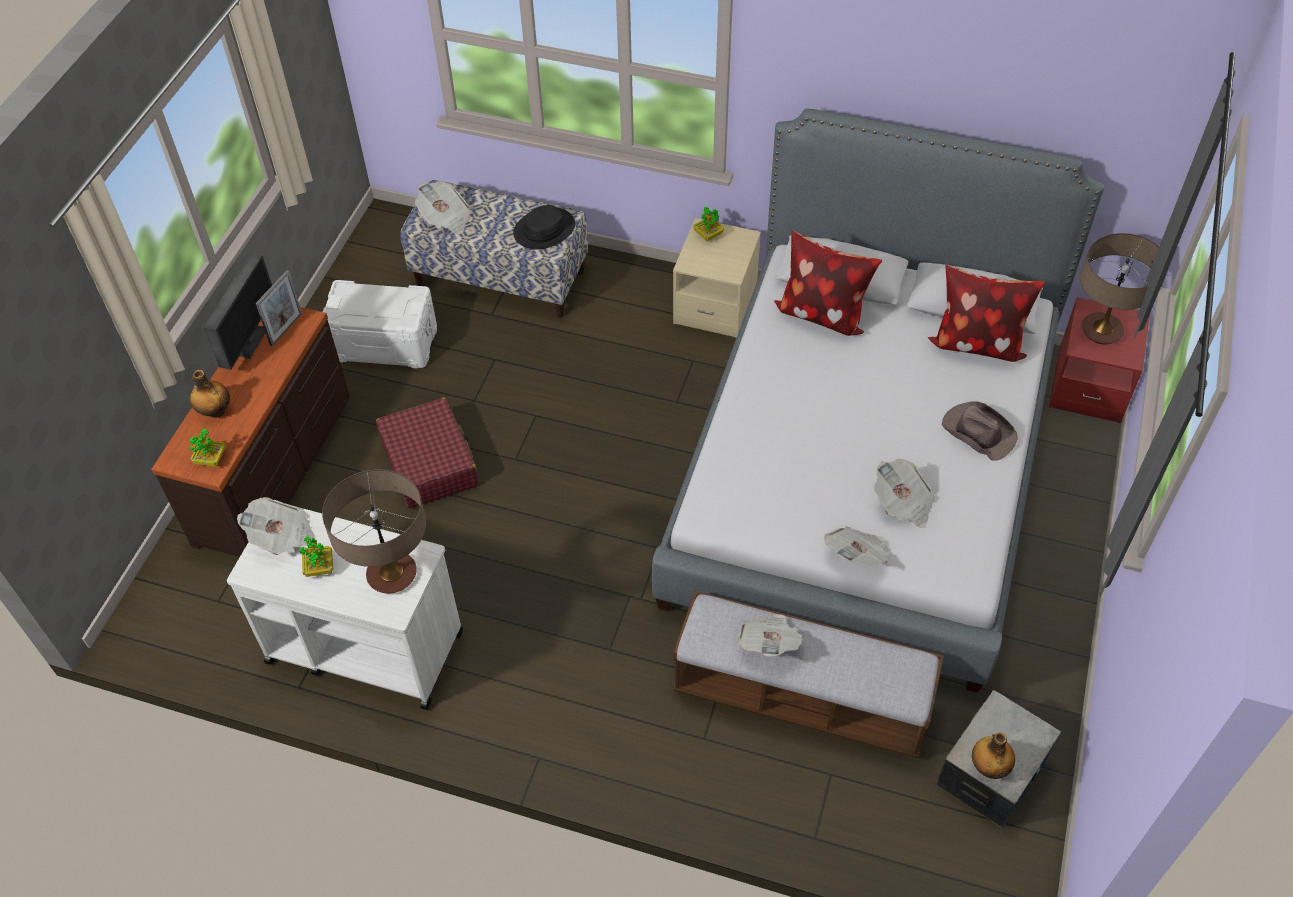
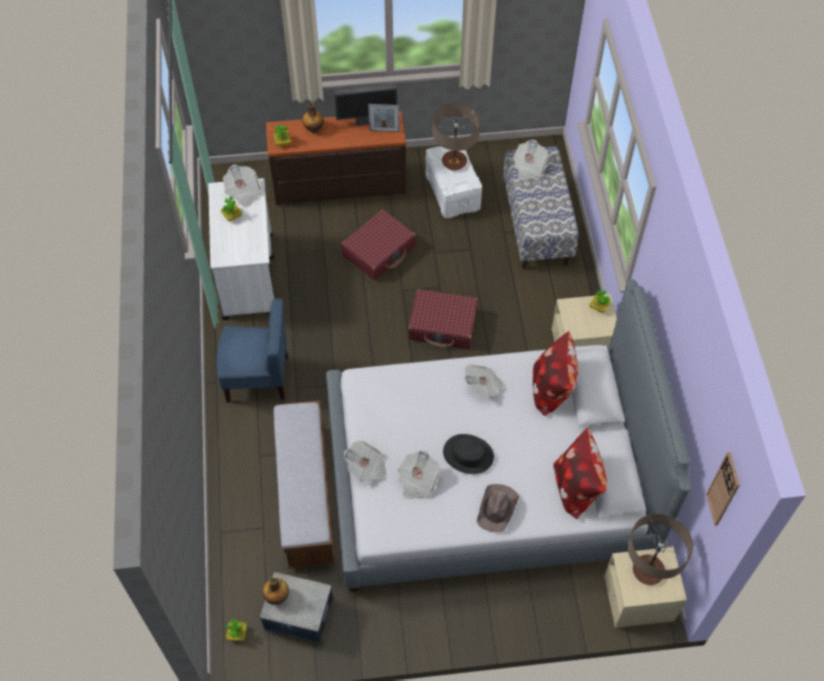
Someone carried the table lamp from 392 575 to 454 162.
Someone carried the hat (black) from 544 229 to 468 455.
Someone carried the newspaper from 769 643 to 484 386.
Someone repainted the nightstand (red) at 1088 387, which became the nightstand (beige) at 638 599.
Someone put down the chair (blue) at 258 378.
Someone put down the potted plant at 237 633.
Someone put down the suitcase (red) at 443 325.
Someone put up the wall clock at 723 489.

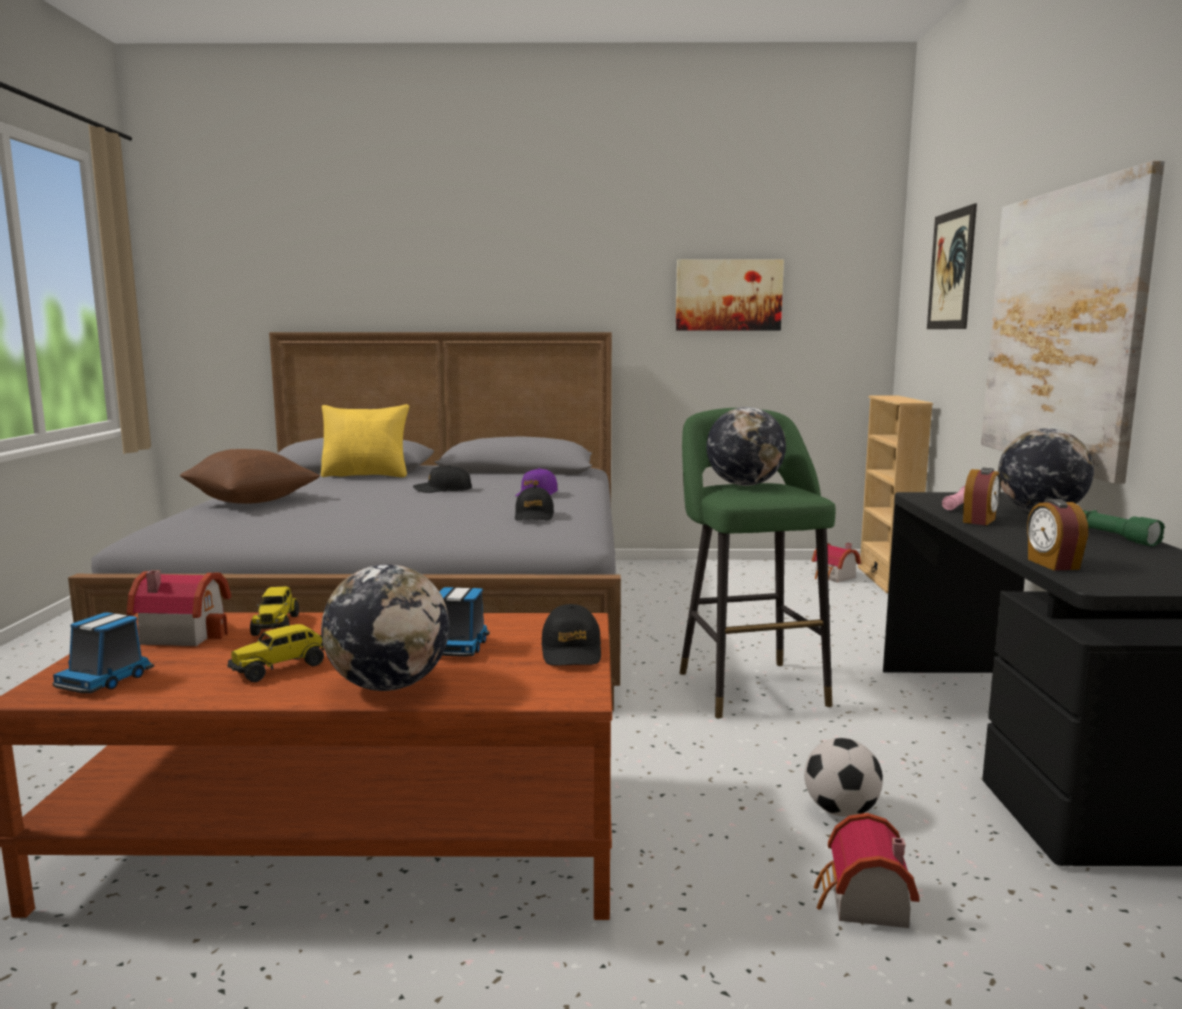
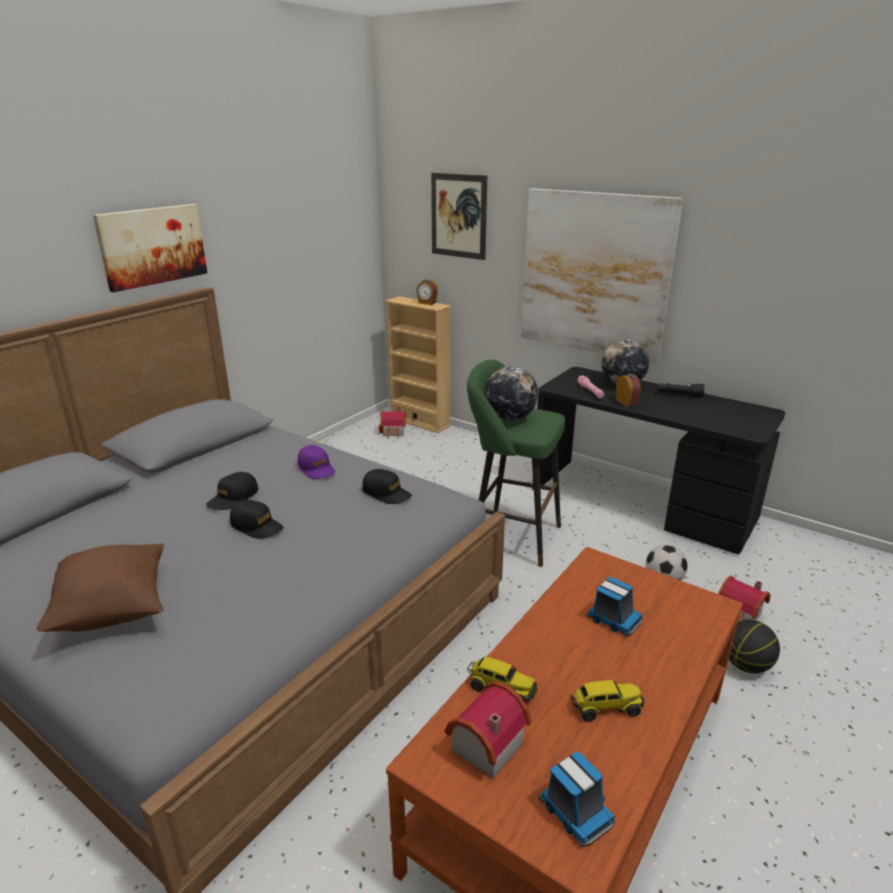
Someone rotated the toy truck at 280 668 by 90 degrees counterclockwise.
Someone took away the pillow (yellow) at 366 475.
Someone took away the globe at 389 685.
Someone carried the cap (black) from 571 651 to 257 526.
Someone carried the picture from 728 295 to 152 246.
Someone carried the alarm clock from 1052 564 to 427 303.
Someone repainted the flashlight (green) at 1110 536, which became the flashlight (black) at 679 395.
Someone put down the basketball at 746 665.

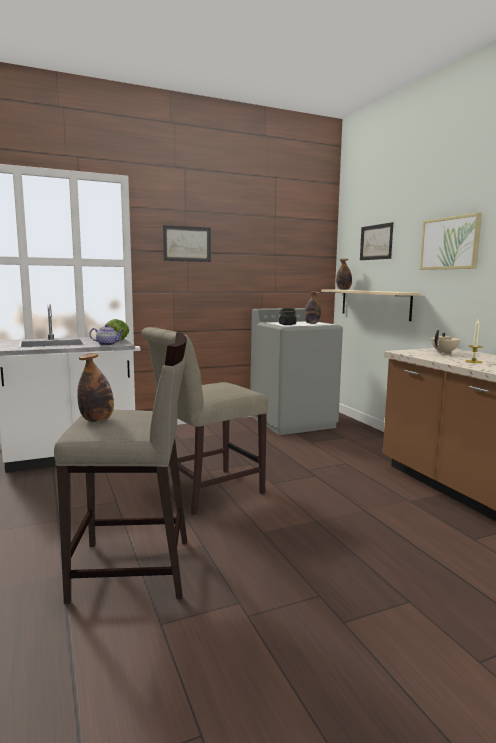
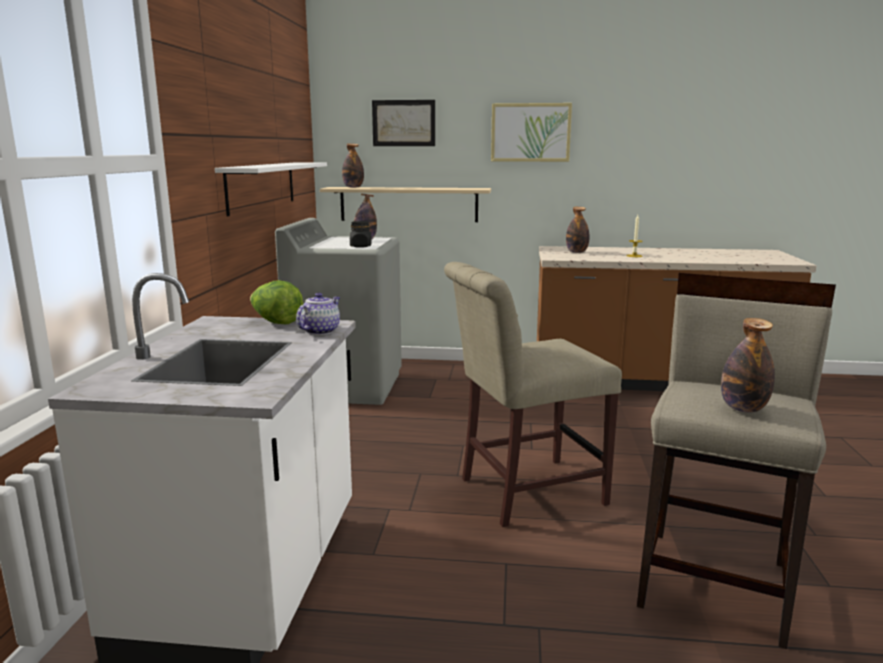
Someone rotated the chair (beige) at 205 491 by 75 degrees clockwise.
Someone took away the picture at 187 244.
Someone swapped the teapot (beige) at 444 353 for the bottle at 576 252.
Someone put up the shelf (white) at 262 186.

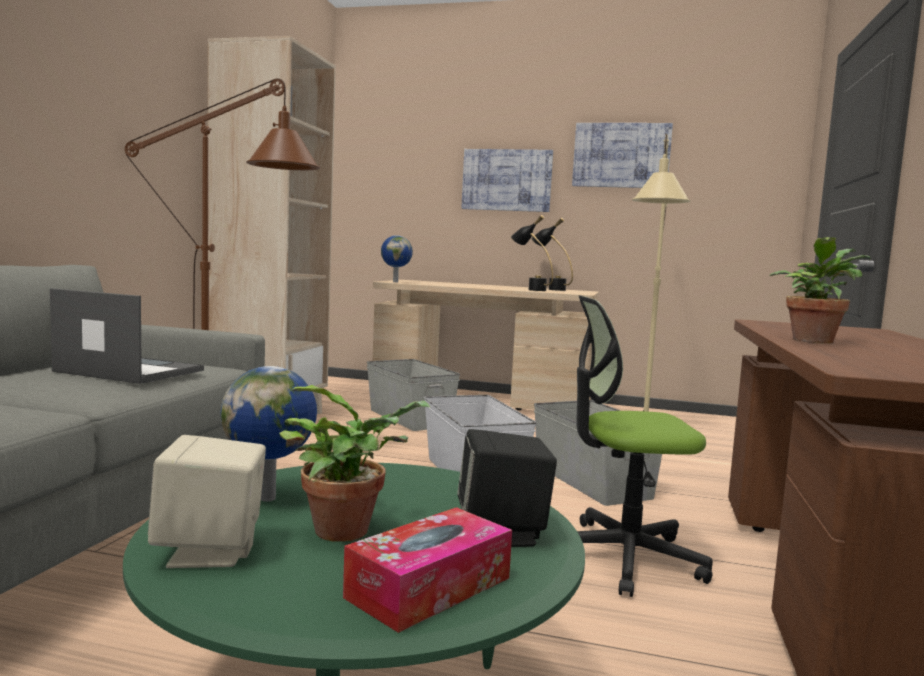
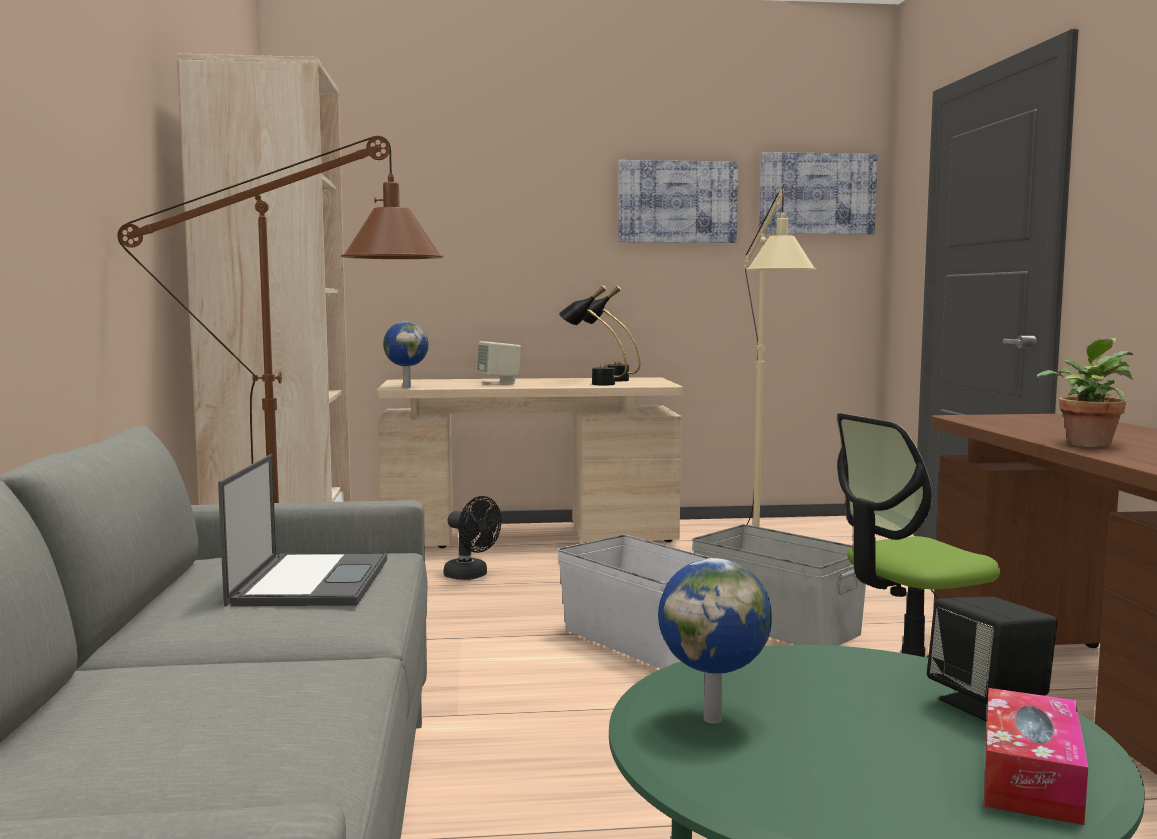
Someone rotated the laptop at 128 371 by 90 degrees clockwise.
Someone carried the speaker (beige) from 210 551 to 499 383.
Someone took away the potted plant at 349 530.
Someone swapped the storage box (grey) at 410 417 for the fan (black) at 471 576.
Someone carried the picture from 506 180 to 817 194.

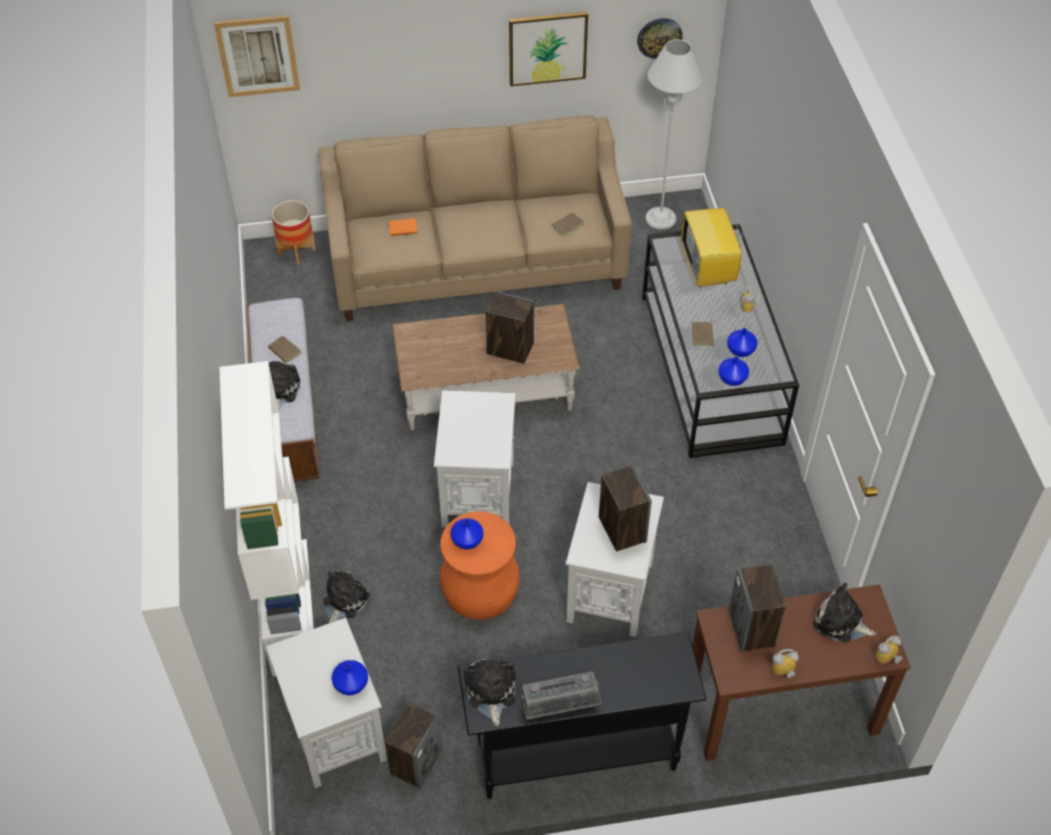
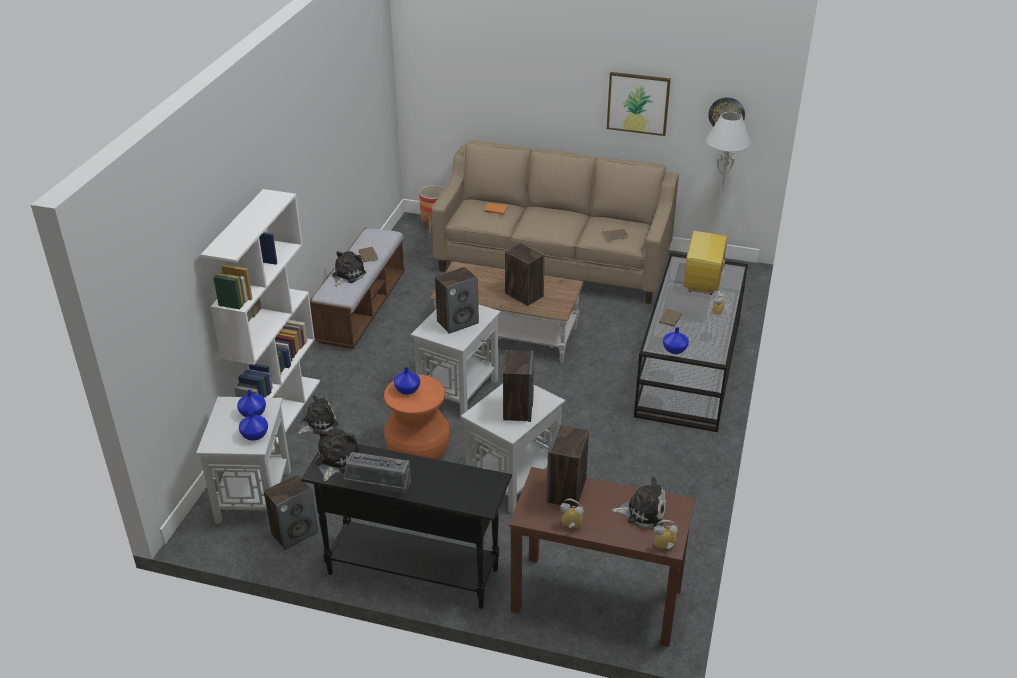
Someone took away the picture at 258 56.
Someone carried the vase (blue) from 740 350 to 252 413.
Someone rotated the plush toy at 840 622 by 135 degrees clockwise.
Someone put down the speaker at 457 322.

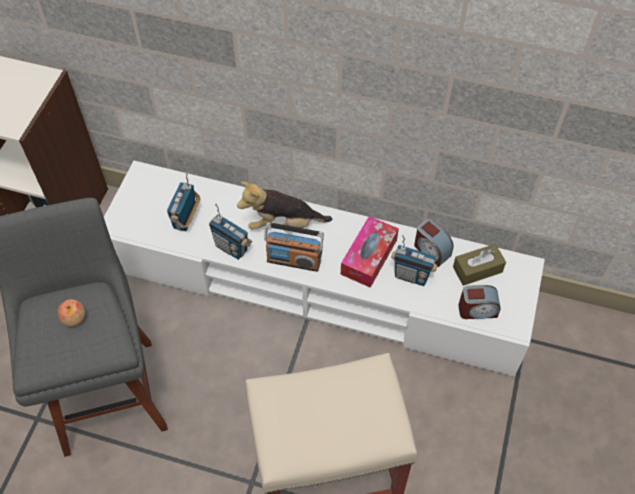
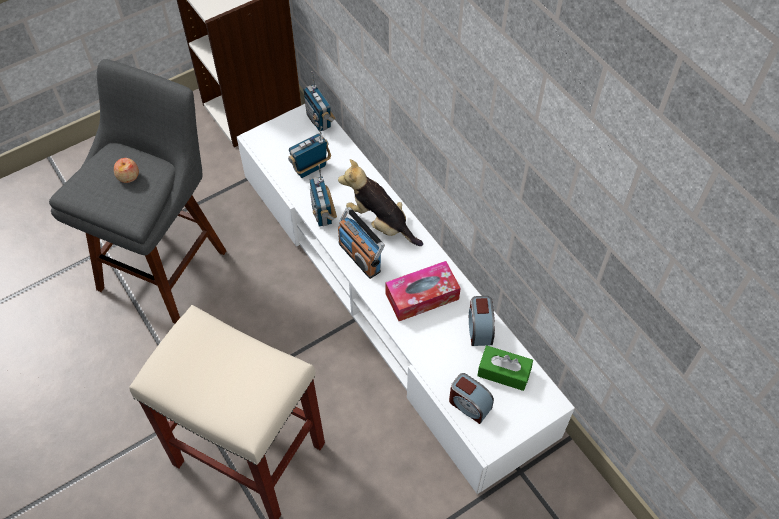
Someone carried the radio from 411 276 to 319 121.
Someone repainted the tissue box (brown) at 477 269, which became the tissue box (green) at 503 372.

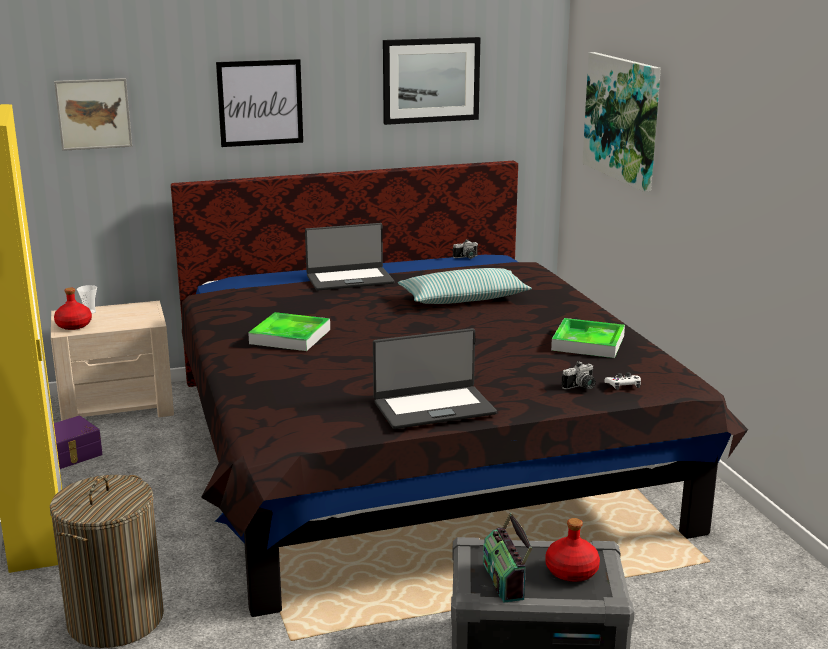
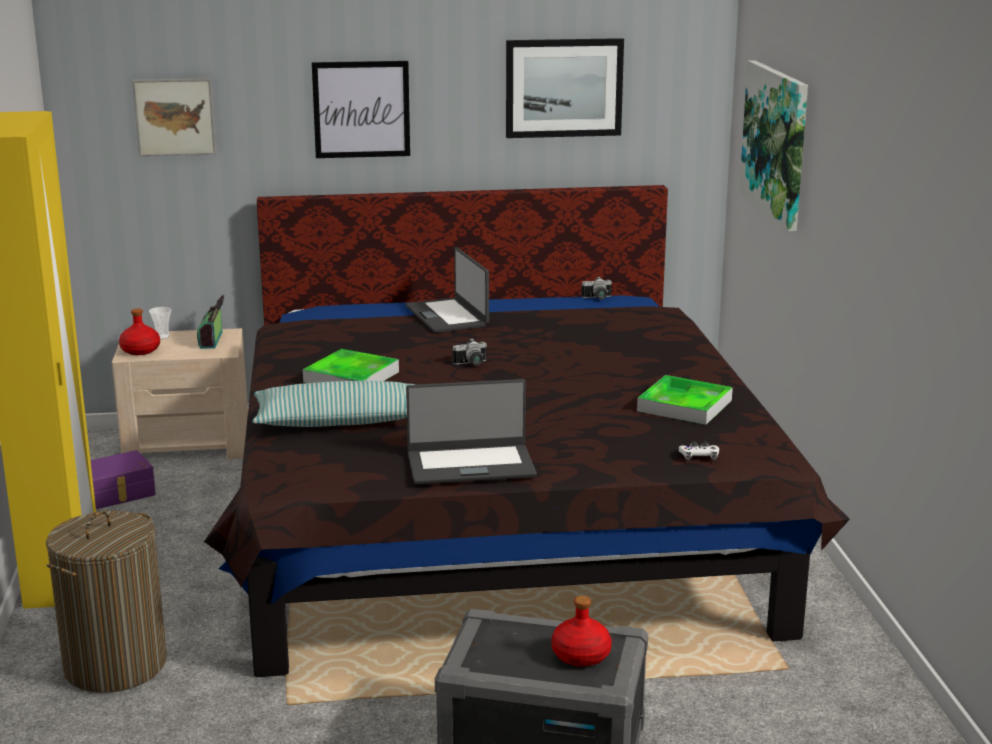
Someone rotated the laptop at 349 279 by 75 degrees clockwise.
Someone carried the pillow from 464 299 to 337 421.
Someone carried the radio from 505 580 to 213 340.
Someone carried the photo camera from 581 387 to 472 364.

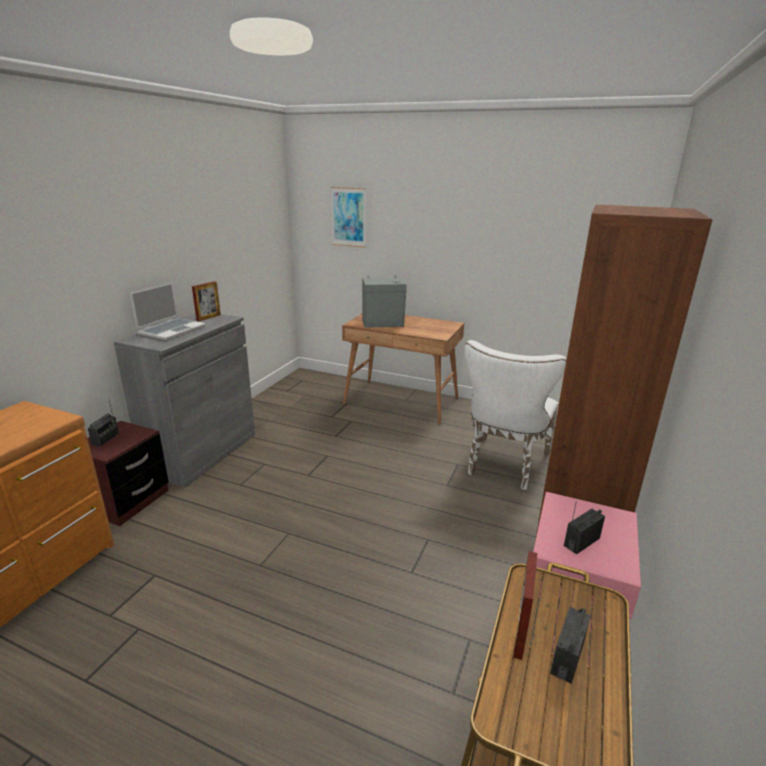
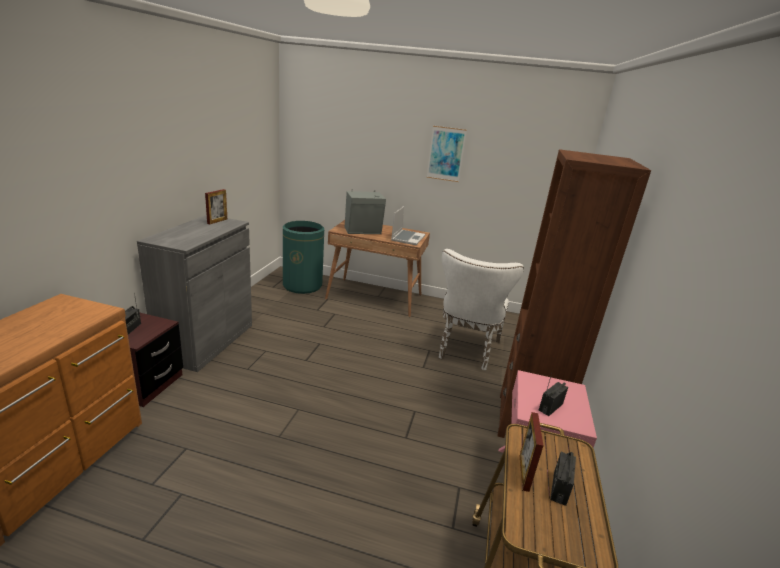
Someone carried the laptop from 172 330 to 407 238.
Someone carried the picture from 348 217 to 446 154.
Someone put down the trash can (green) at 302 285.

